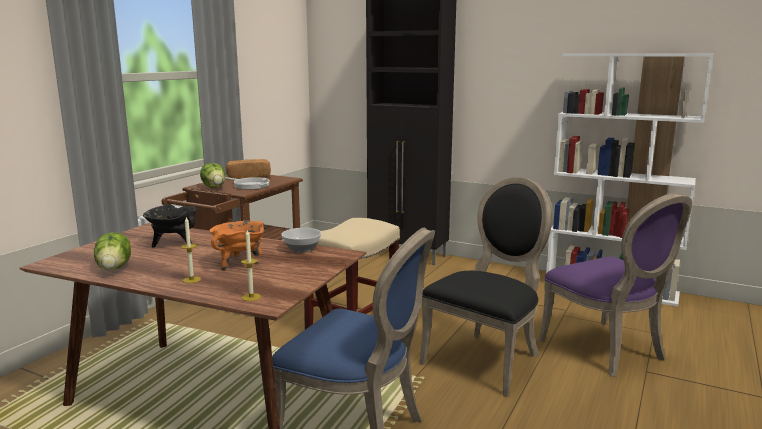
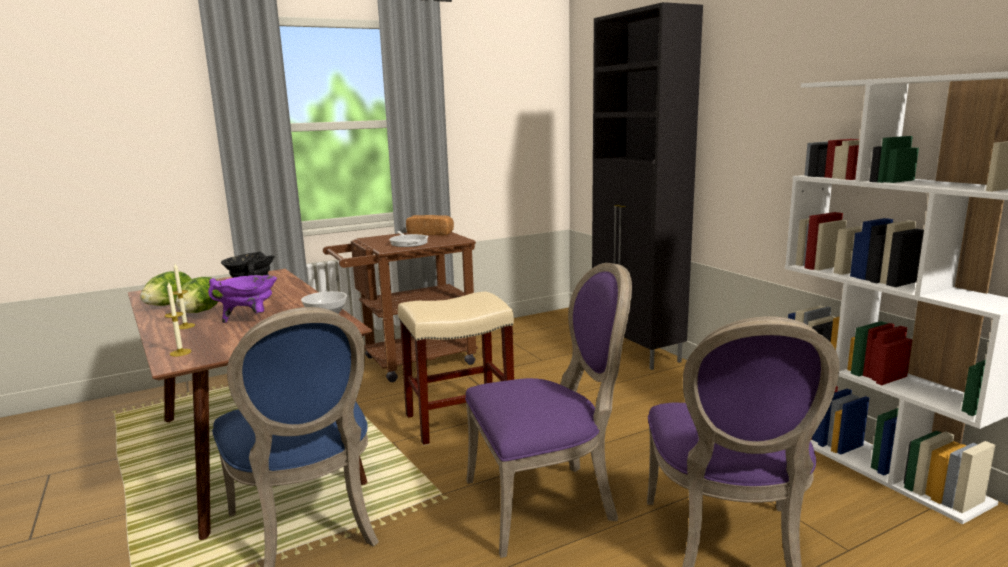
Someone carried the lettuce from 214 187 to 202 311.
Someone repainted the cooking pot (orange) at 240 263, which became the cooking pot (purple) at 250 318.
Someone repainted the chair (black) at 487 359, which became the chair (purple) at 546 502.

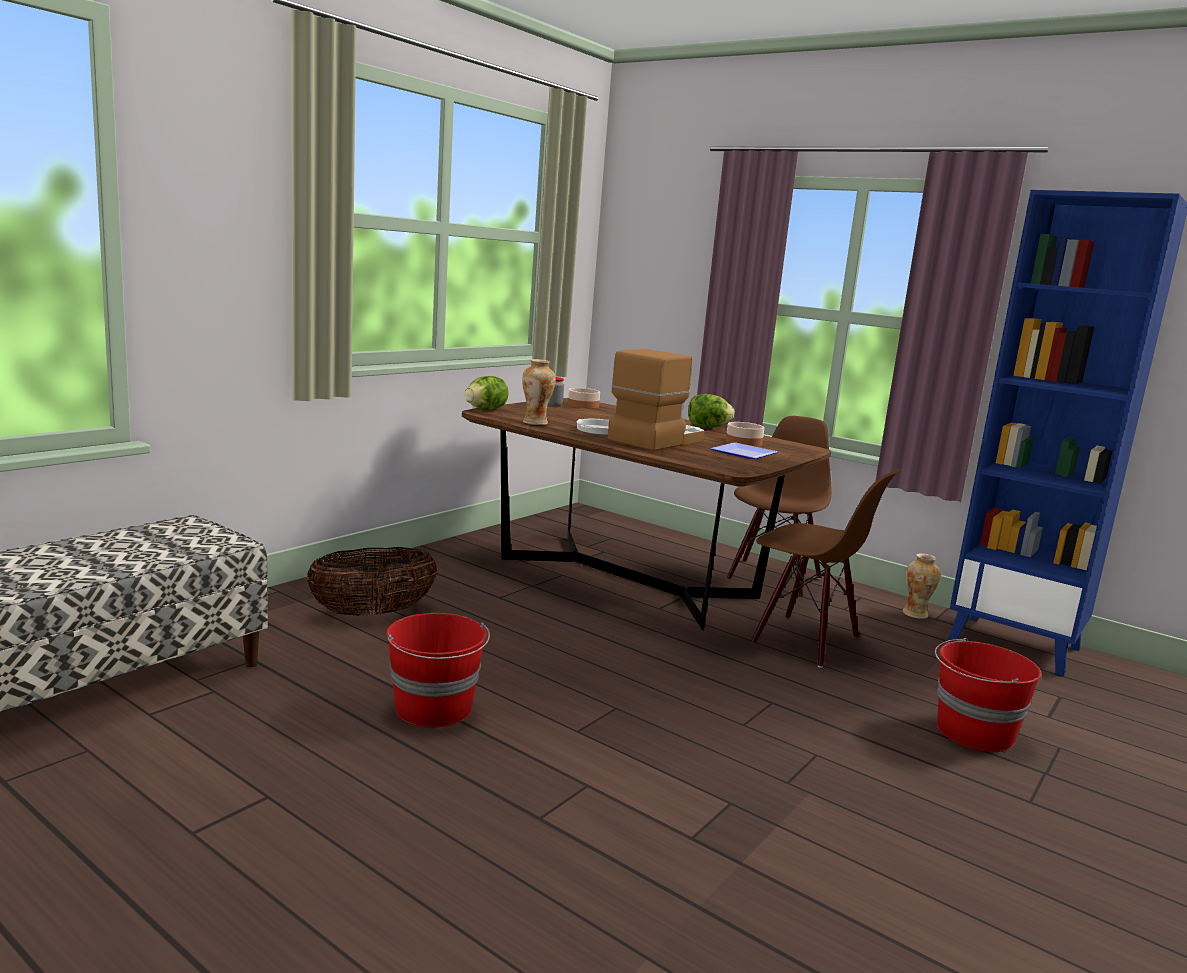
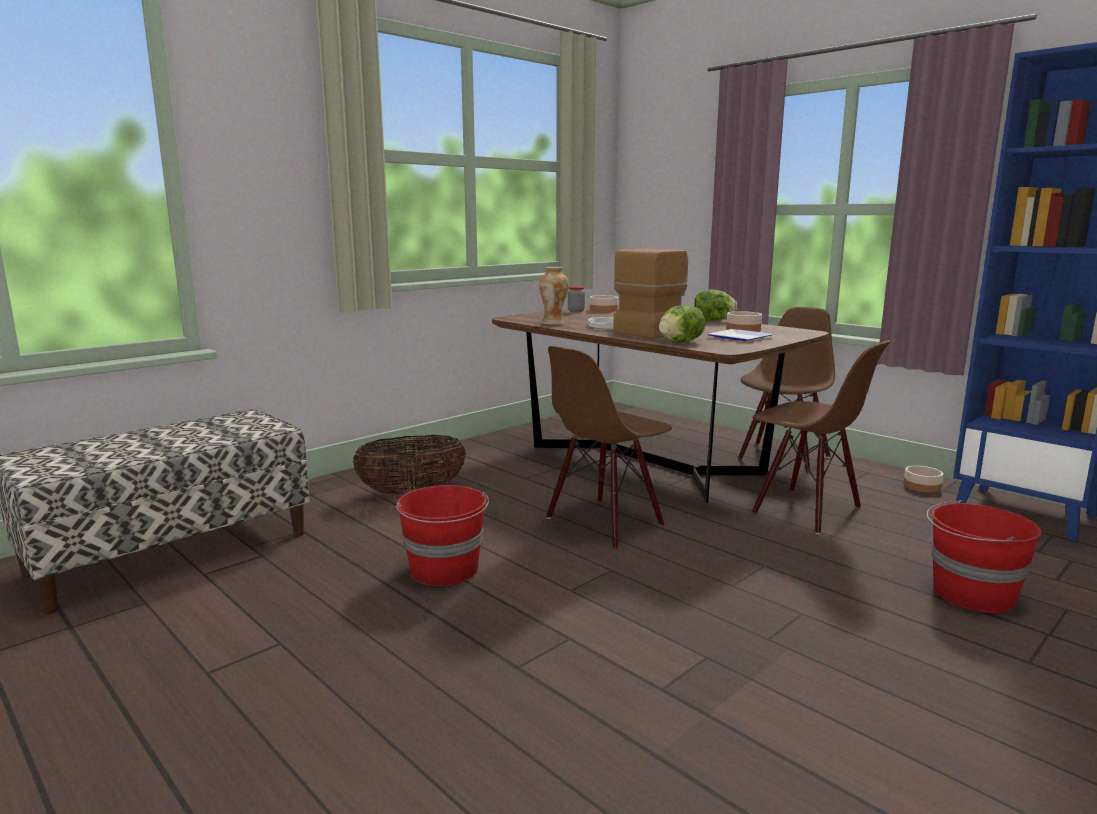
Someone carried the lettuce from 485 410 to 680 342.
Someone swapped the vase at 915 614 for the bowl at 922 486.
Someone put down the chair (brown) at 605 522.

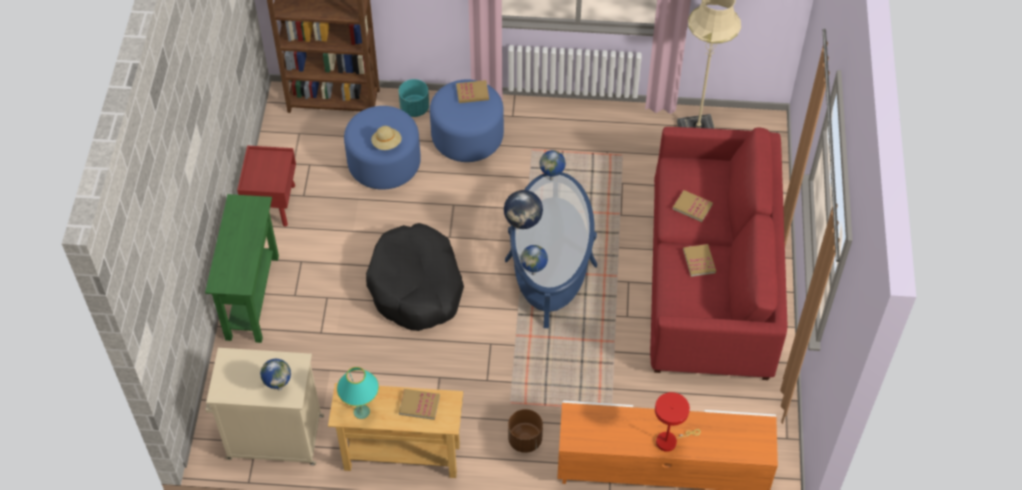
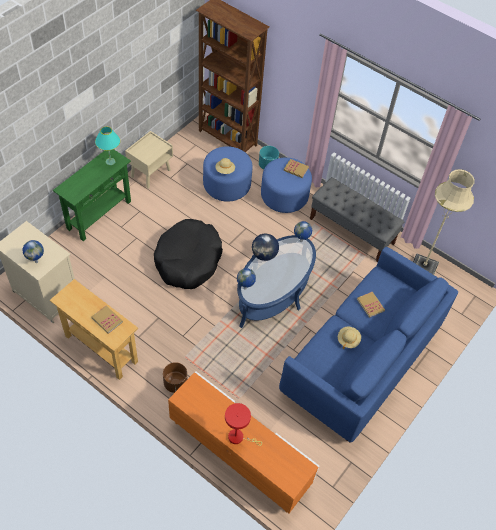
Someone repainted the nightstand (red) at 272 204, which became the nightstand (beige) at 151 173.
Someone carried the table lamp (turquoise) from 361 412 to 110 161.
Someone repainted the sofa (red) at 711 281, which became the sofa (blue) at 361 360.
Someone swapped the book at 699 261 for the hat (beige) at 348 340.
Someone put down the bench (grey) at 352 231.

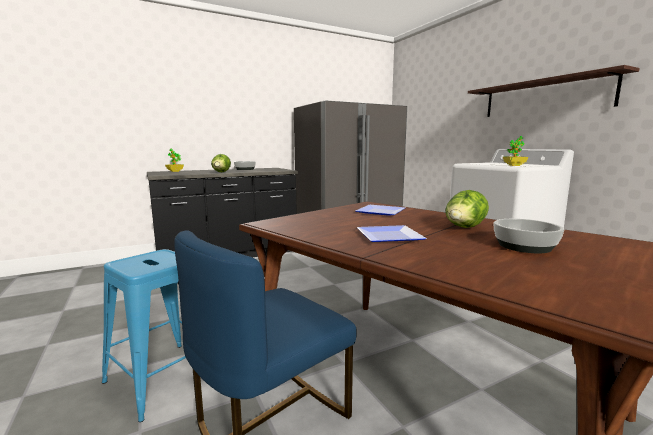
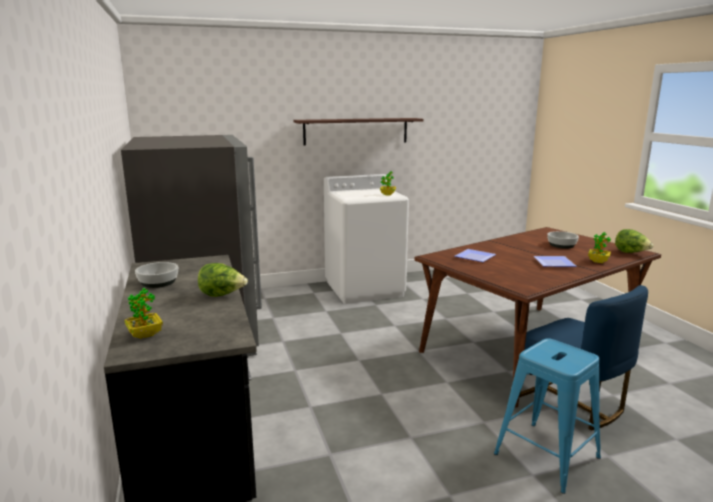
Someone carried the lettuce from 464 228 to 631 253.
Someone put down the potted plant at 598 261.

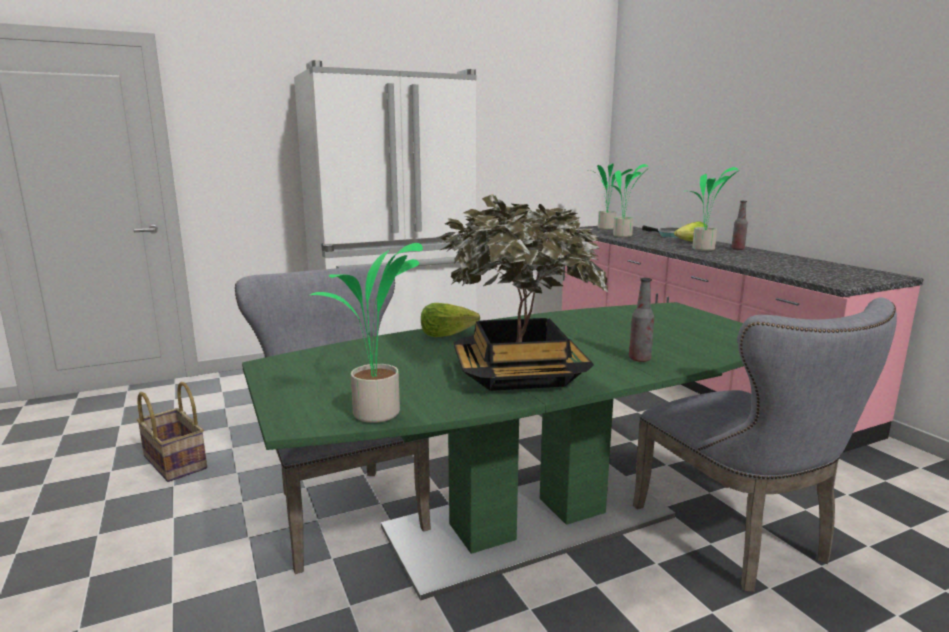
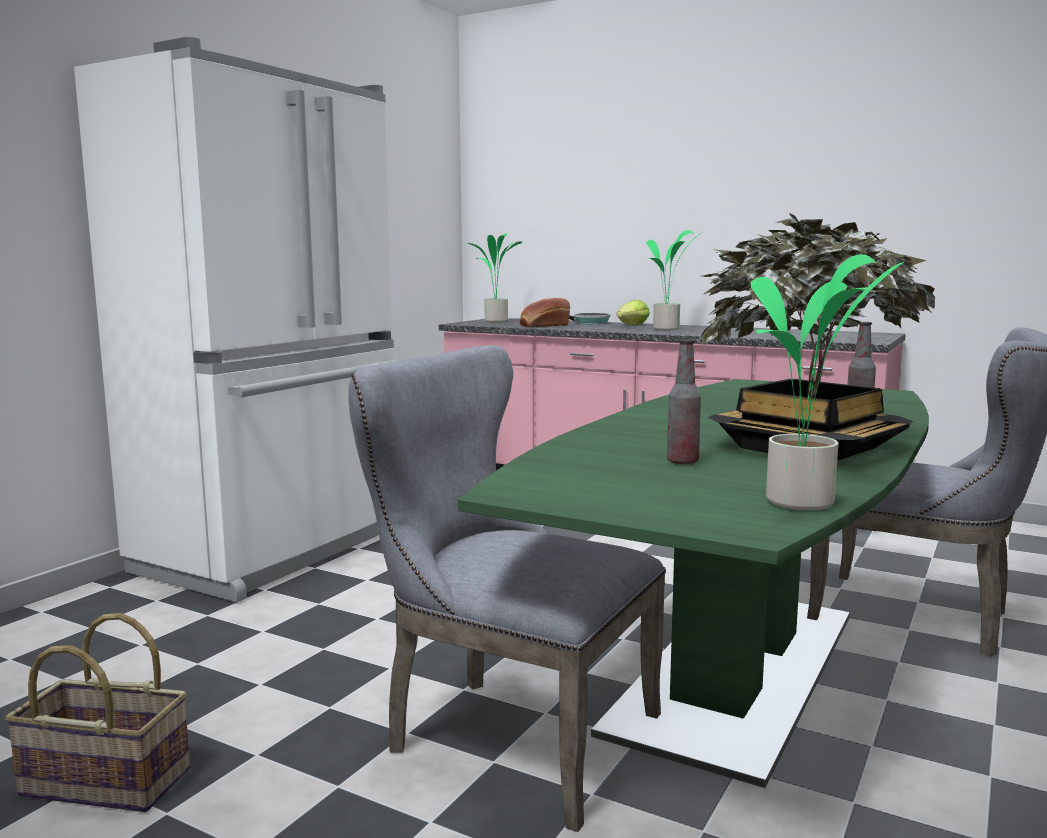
Someone took away the lettuce at 447 334.
Someone swapped the potted plant at 623 236 for the bread at 543 325.
Someone carried the bottle from 737 249 to 682 461.

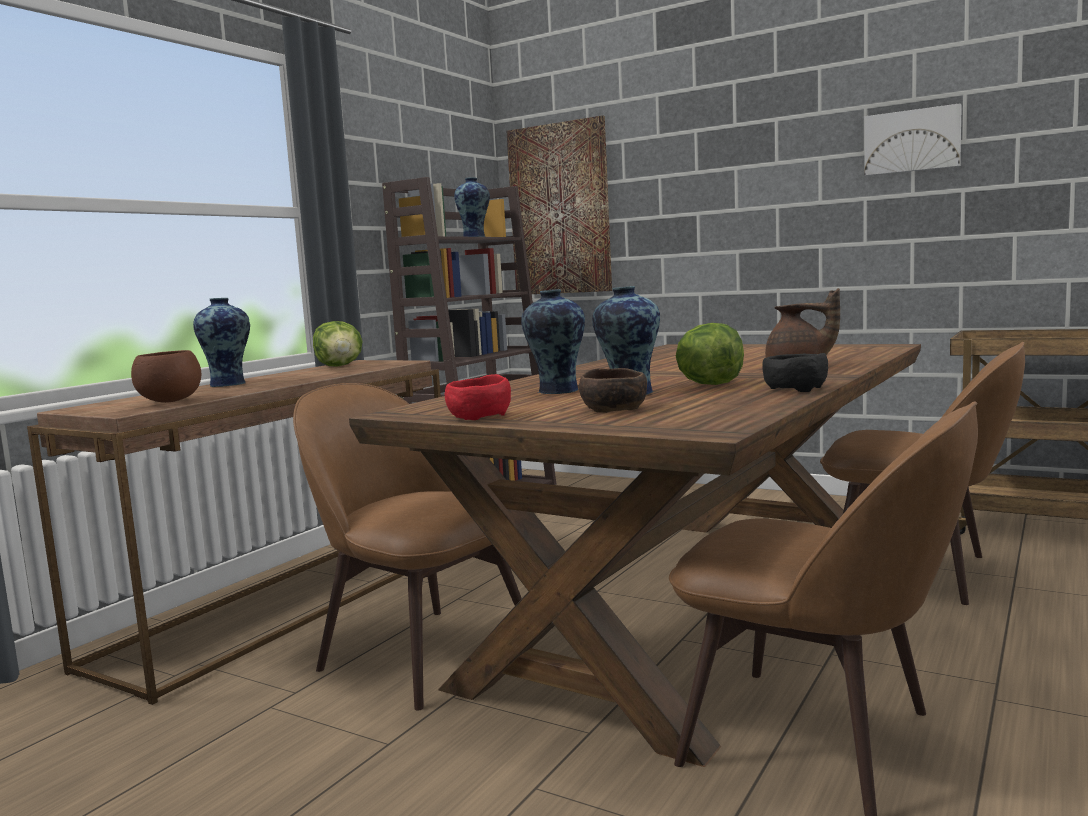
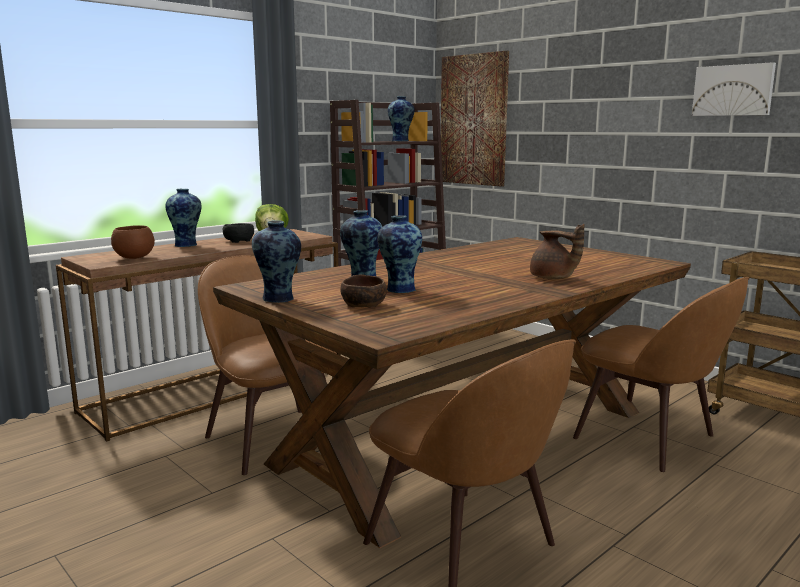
Someone swapped the bowl (red) at 478 417 for the vase at 278 299.
Someone took away the lettuce at 709 384.
Someone carried the bowl (black) from 793 389 to 238 241.

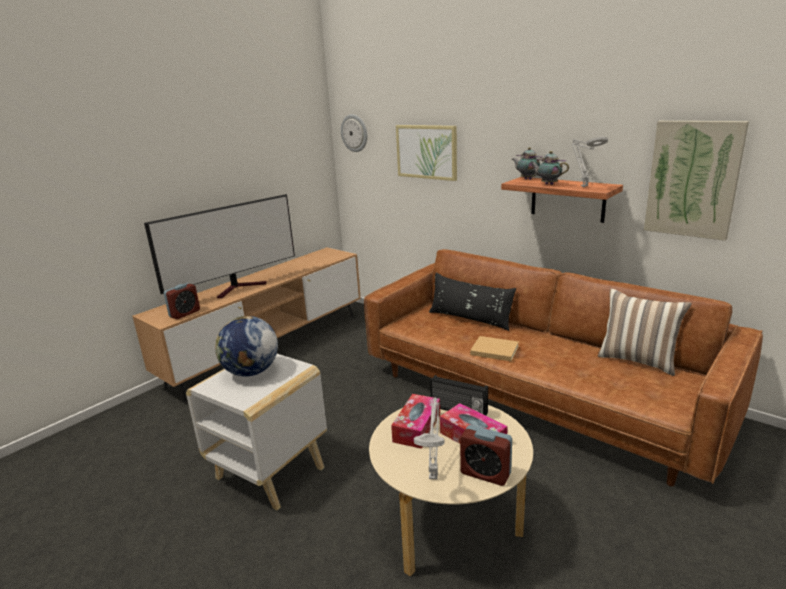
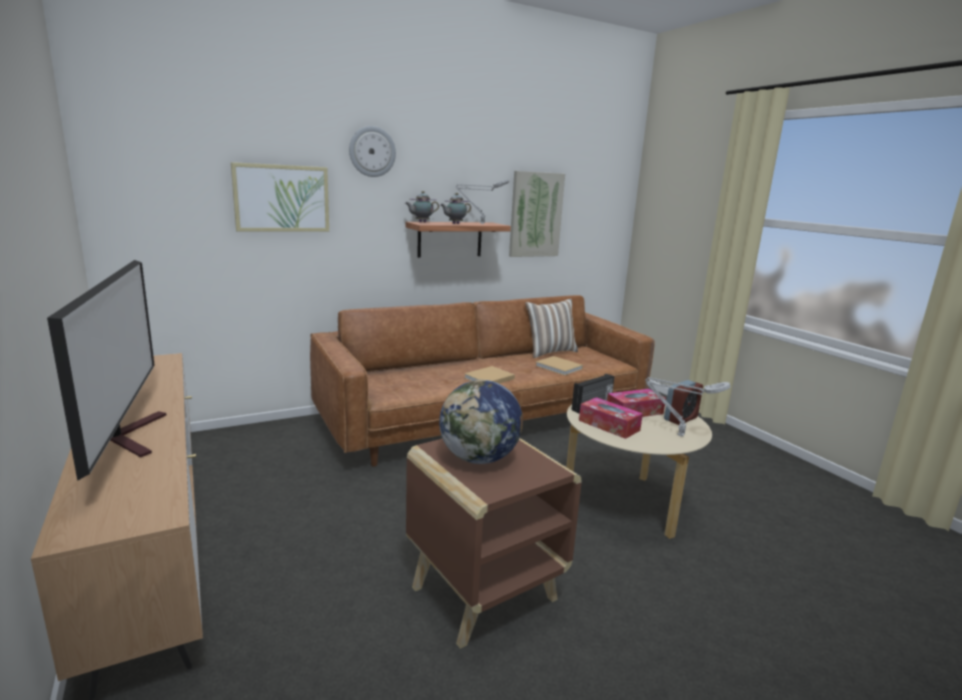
Someone took away the alarm clock at 185 313.
Someone repainted the side table (white) at 271 473, which became the side table (brown) at 485 592.
Someone carried the wall clock from 354 133 to 372 151.
Someone took away the pillow (black) at 470 319.
Someone put down the book (beige) at 559 367.

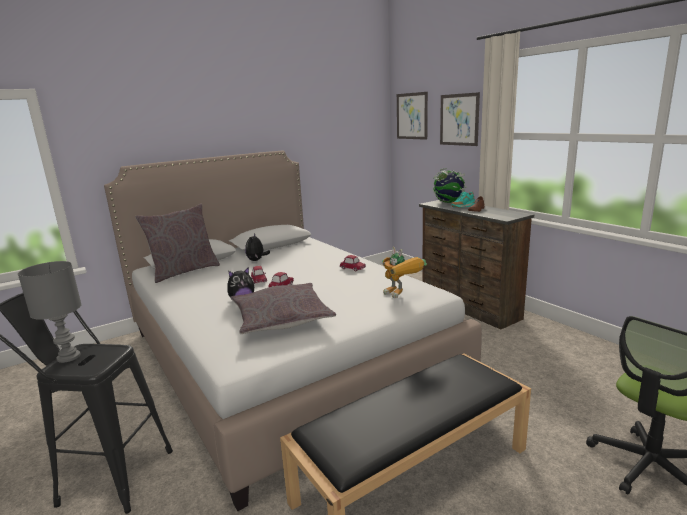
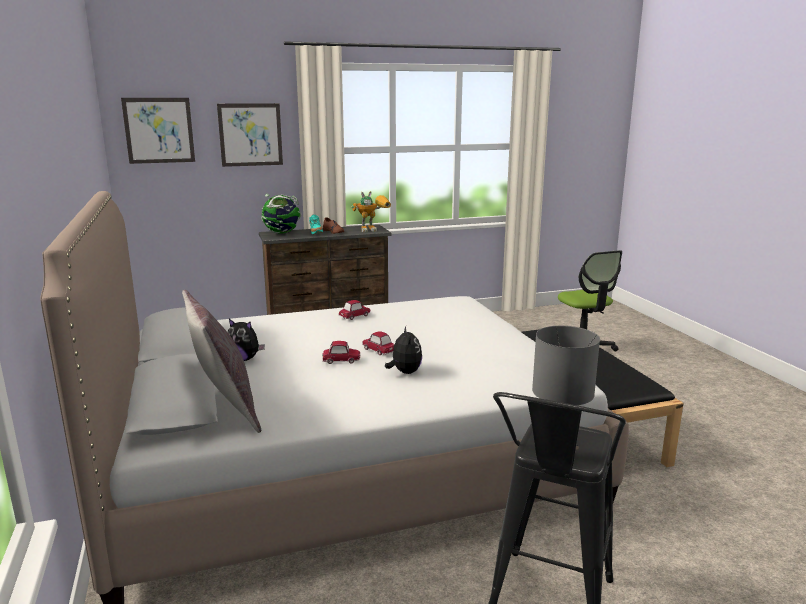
Someone took away the pillow (grey) at 281 318.
Someone carried the toy robot from 402 295 to 373 229.

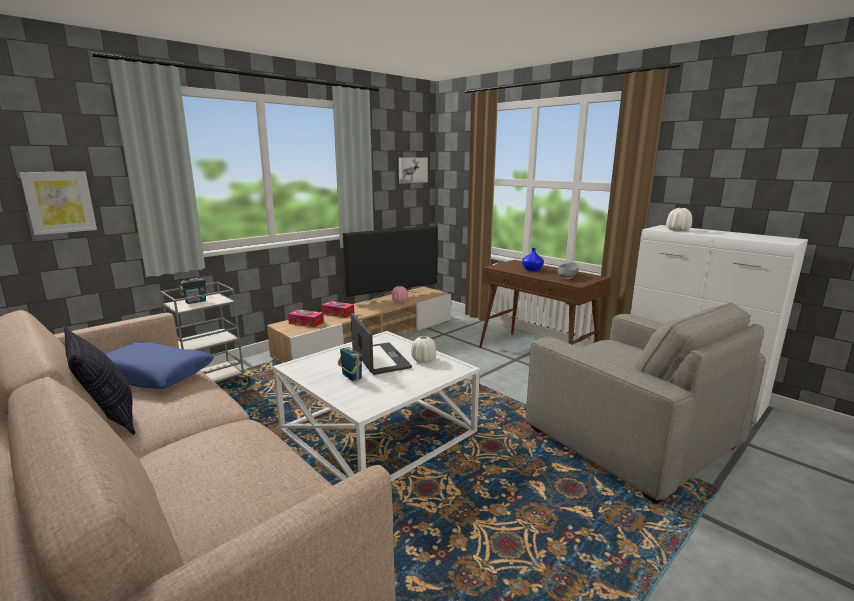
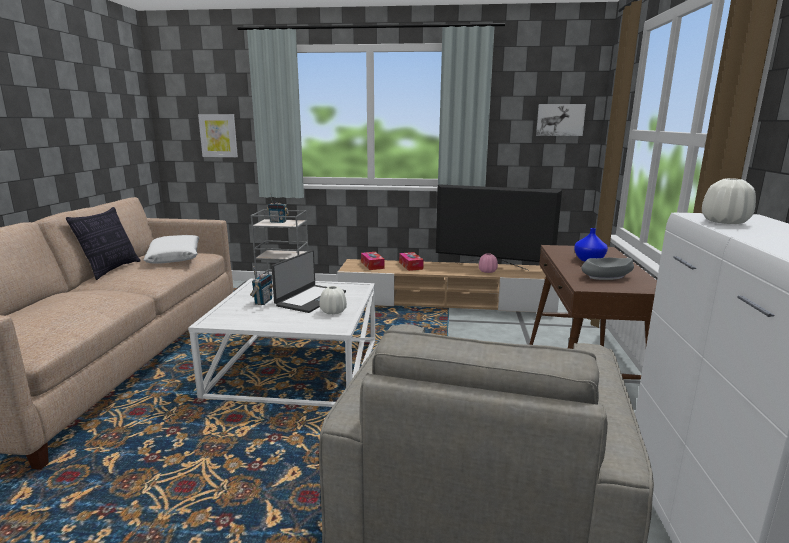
Someone repainted the pillow (blue) at 152 375, which became the pillow (white) at 175 257.

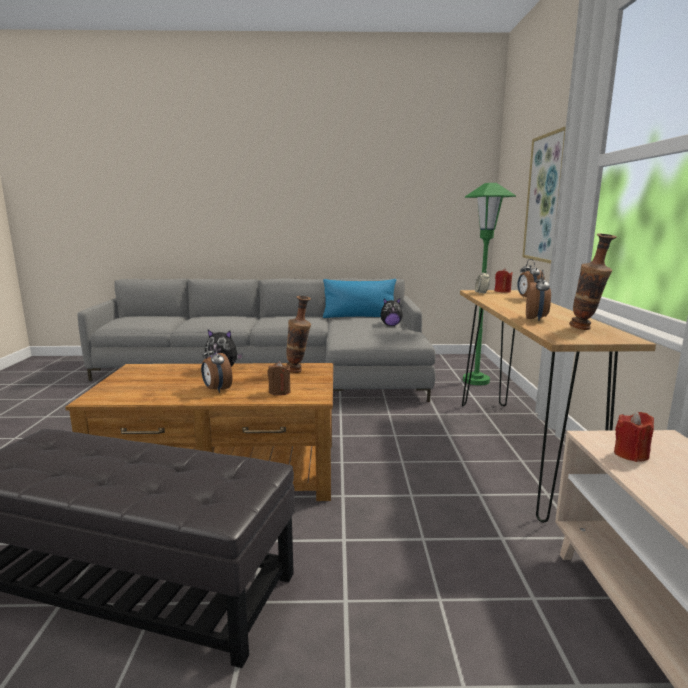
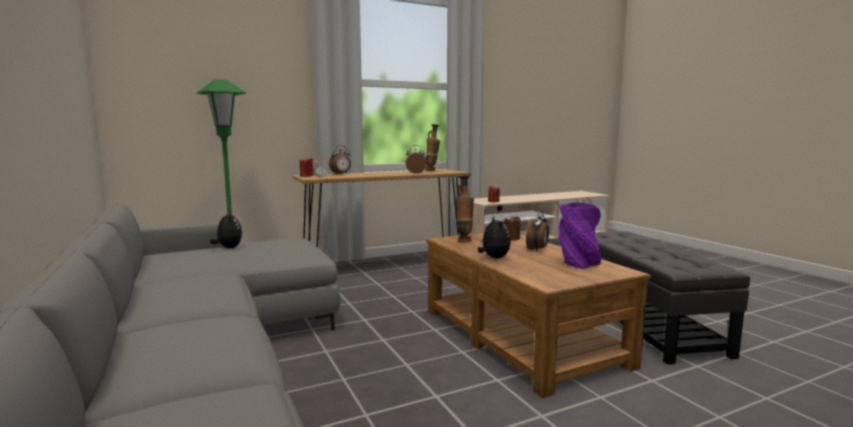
Someone took away the pillow (blue) at 359 317.
Someone took away the picture at 547 198.
Someone put down the vase (purple) at 577 263.

